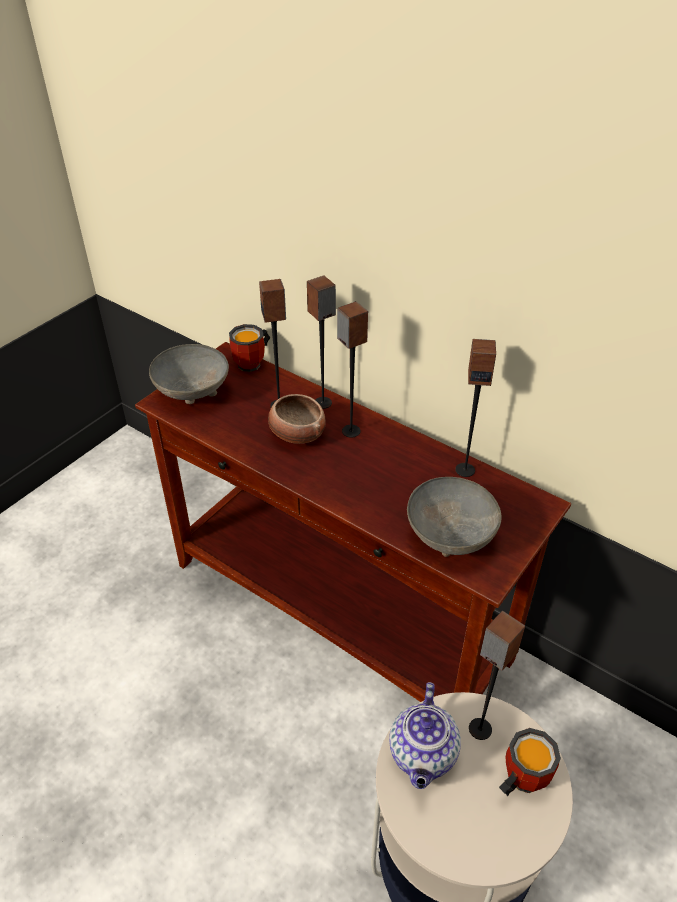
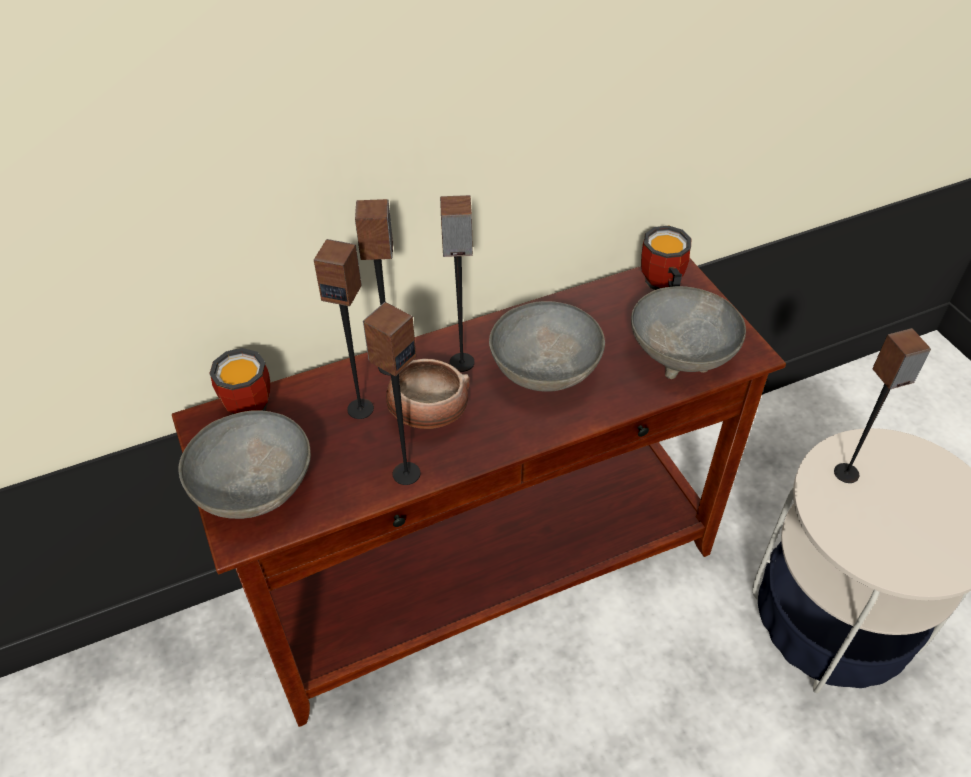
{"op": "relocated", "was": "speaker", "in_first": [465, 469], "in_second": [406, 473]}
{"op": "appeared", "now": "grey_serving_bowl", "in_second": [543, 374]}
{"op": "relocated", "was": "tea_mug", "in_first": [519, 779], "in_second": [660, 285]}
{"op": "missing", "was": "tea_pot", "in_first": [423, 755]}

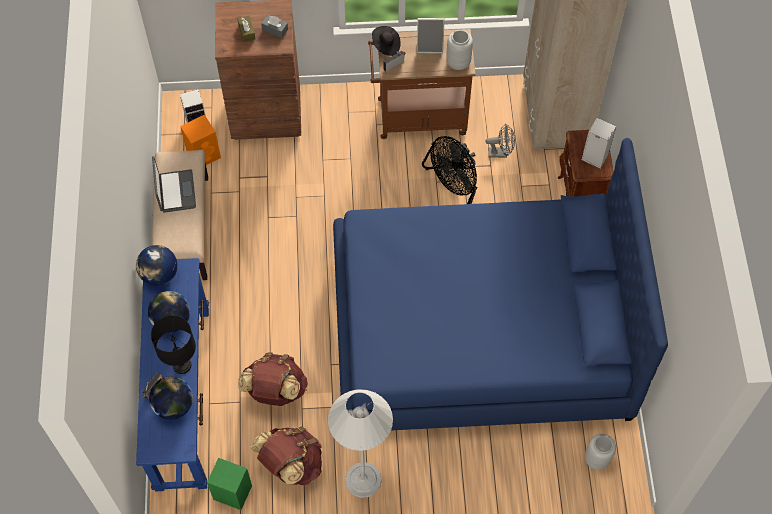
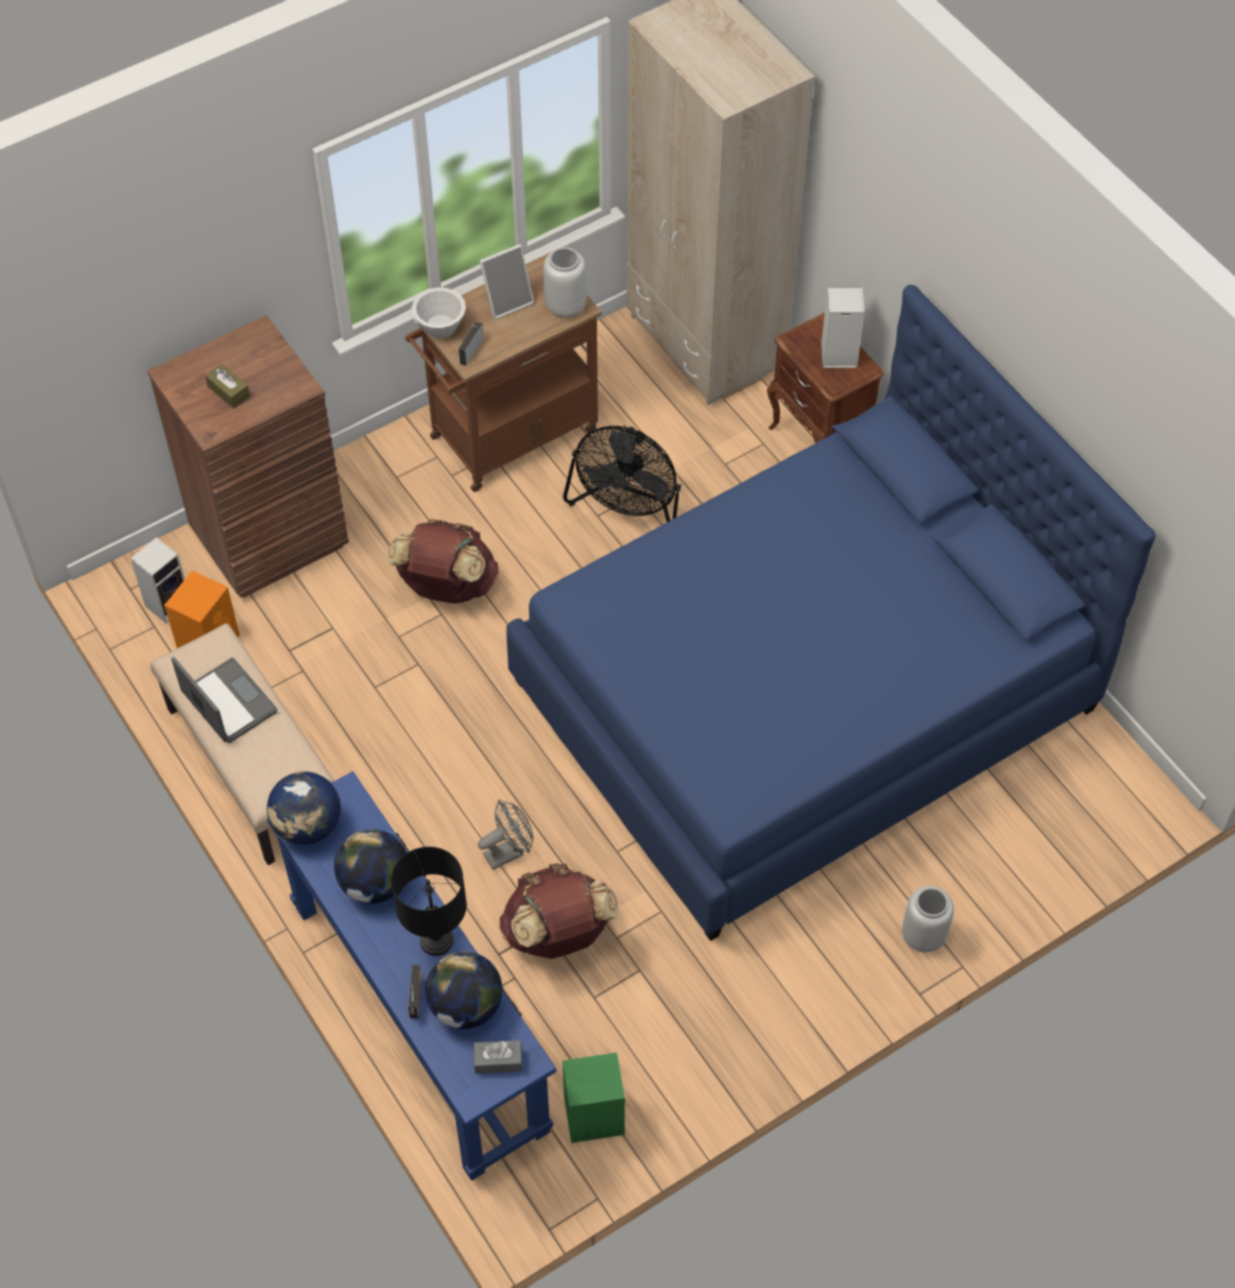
{"op": "relocated", "was": "brown_backpack", "in_first": [291, 465], "in_second": [447, 587]}
{"op": "exchanged", "was": "black_wearable_hat", "now": "white_serving_bowl", "in_first": [386, 45], "in_second": [441, 329]}
{"op": "relocated", "was": "grey_tissue_holder", "in_first": [275, 29], "in_second": [498, 1061]}
{"op": "relocated", "was": "grey_fan", "in_first": [500, 153], "in_second": [509, 851]}
{"op": "relocated", "was": "grey_flower_vase", "in_first": [597, 458], "in_second": [923, 935]}
{"op": "missing", "was": "white_floor_lamp", "in_first": [363, 480]}

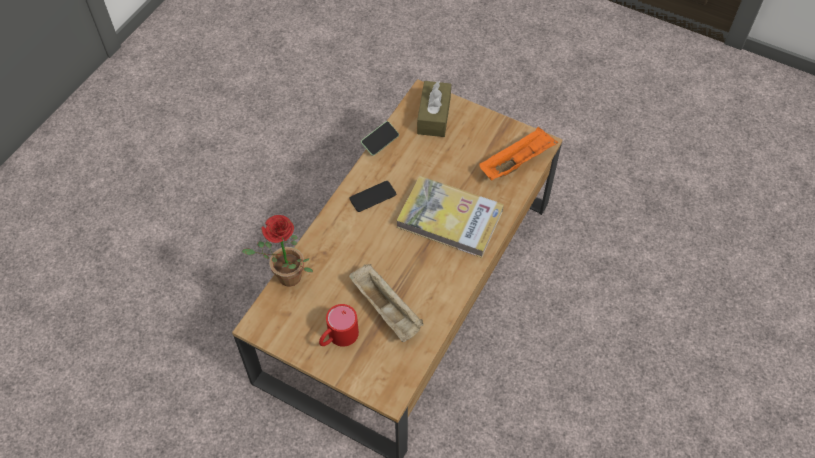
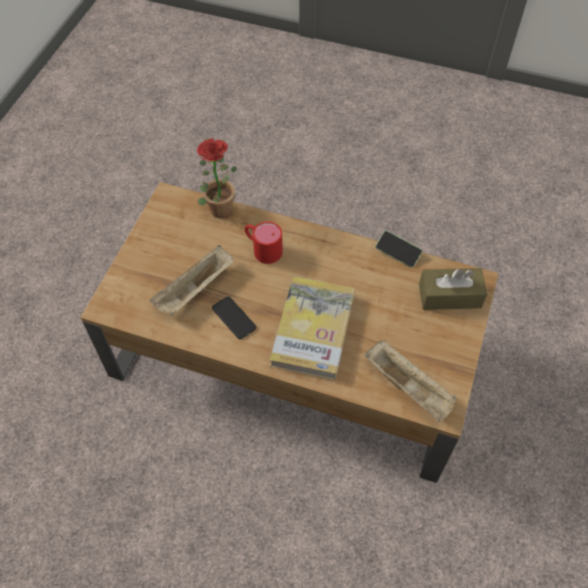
{"op": "relocated", "was": "telephone", "in_first": [373, 196], "in_second": [234, 318]}
{"op": "relocated", "was": "reddish_tea_mug", "in_first": [337, 337], "in_second": [262, 248]}
{"op": "colour", "was": "orange_carrying_tray", "now": "beige-coloured_carrying_tray", "in_first": [517, 162], "in_second": [409, 387]}

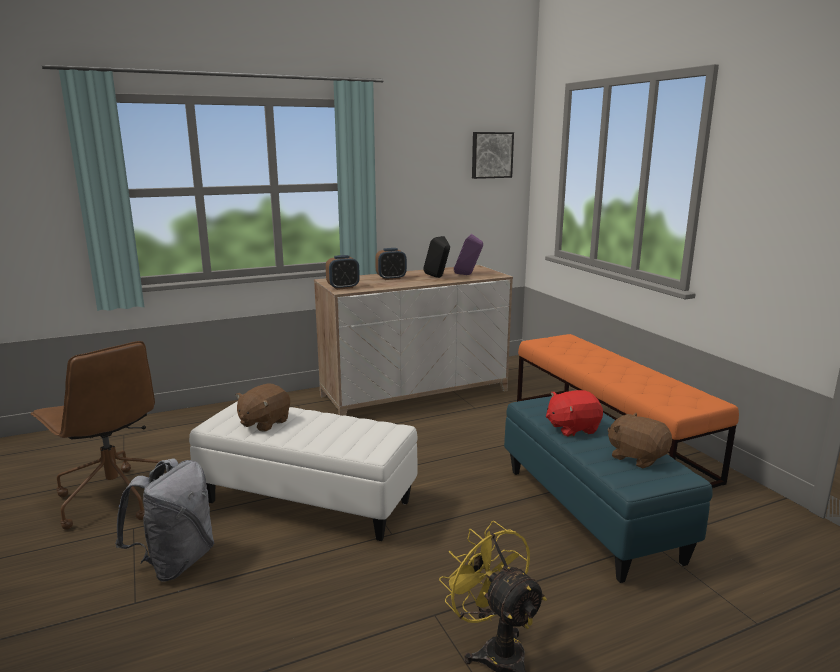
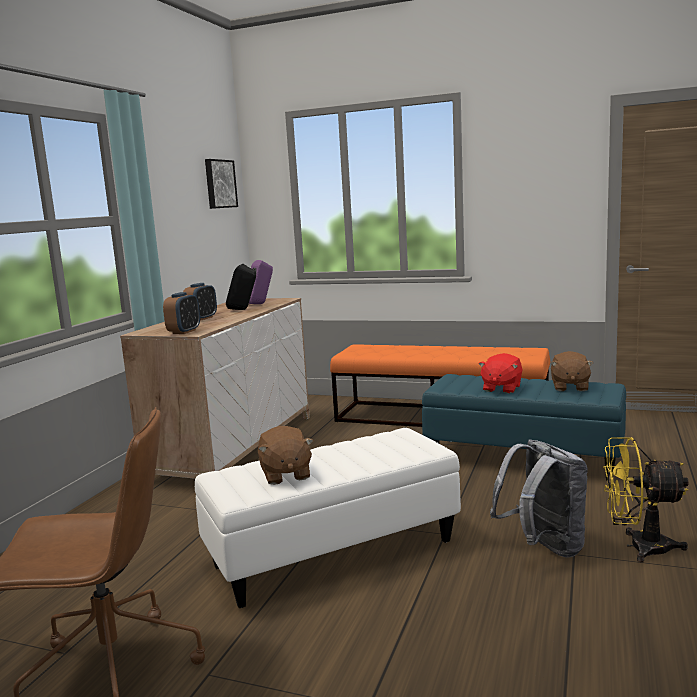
{"op": "relocated", "was": "grey_backpack", "in_first": [176, 562], "in_second": [543, 547]}
{"op": "spun", "was": "brown_soft_toy", "in_first": [637, 457], "in_second": [569, 387], "clockwise": -75}

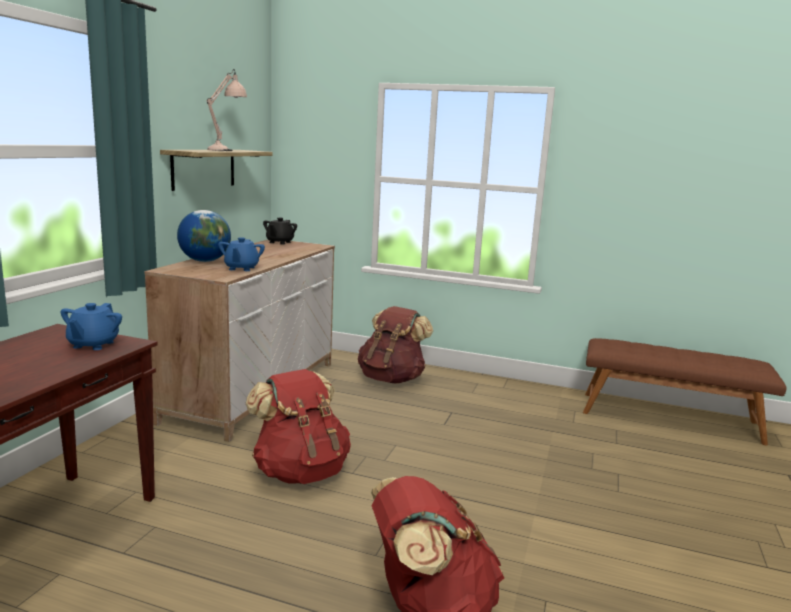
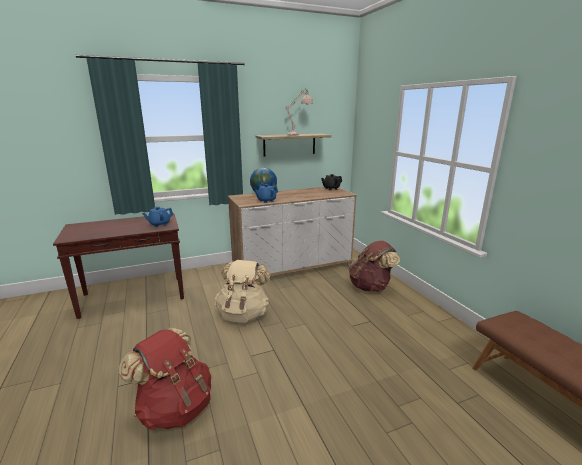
{"op": "colour", "was": "reddish_backpack", "now": "beige-coloured_backpack", "in_first": [300, 471], "in_second": [243, 314]}

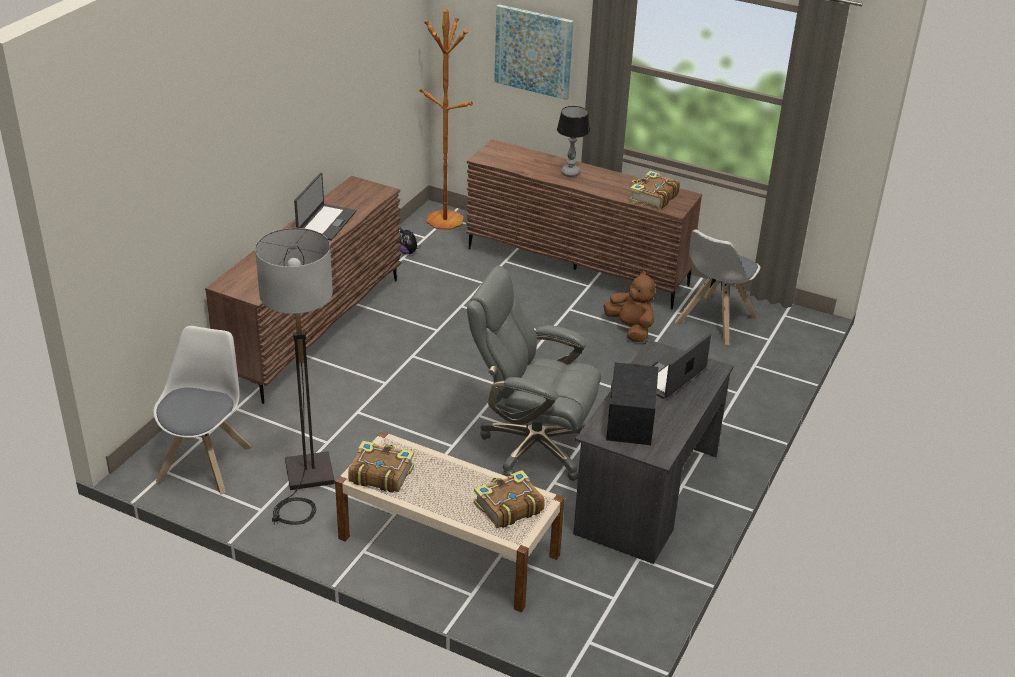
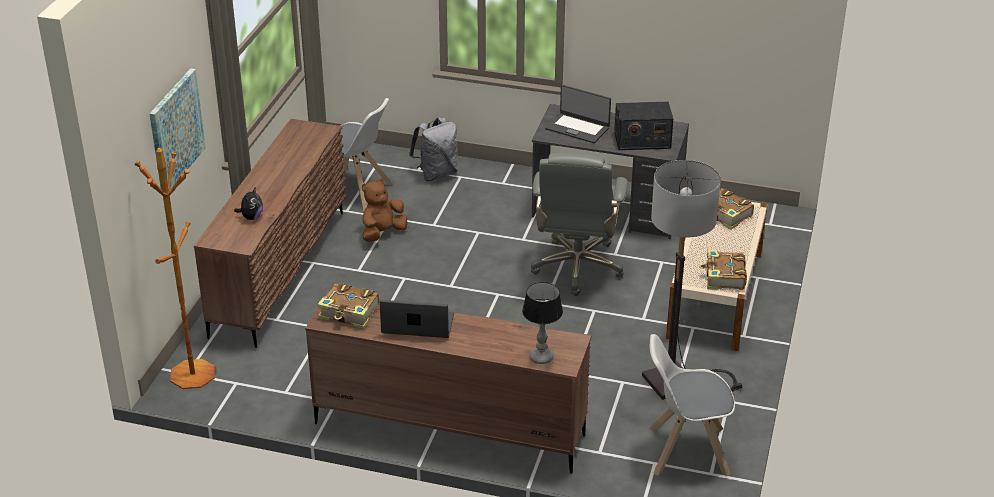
{"op": "relocated", "was": "soft_toy", "in_first": [407, 252], "in_second": [251, 217]}
{"op": "relocated", "was": "volume", "in_first": [652, 197], "in_second": [350, 313]}
{"op": "appeared", "now": "grey_backpack", "in_second": [436, 174]}
{"op": "relocated", "was": "lamp_for_a_table", "in_first": [570, 172], "in_second": [540, 357]}

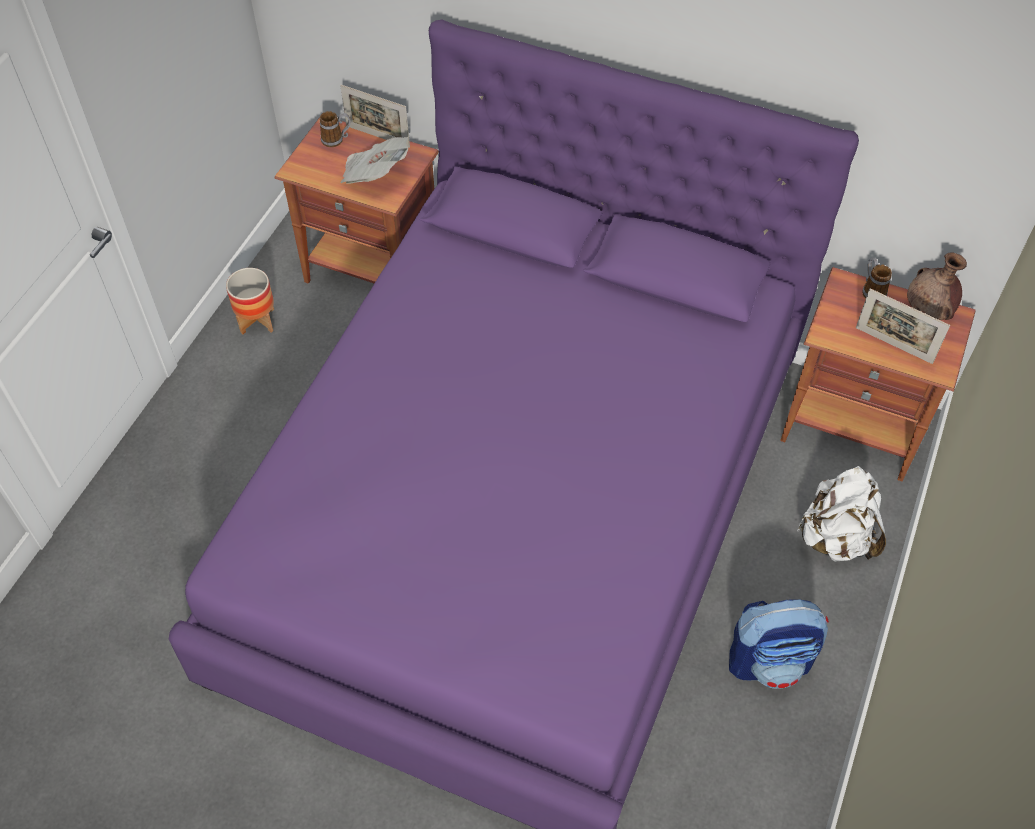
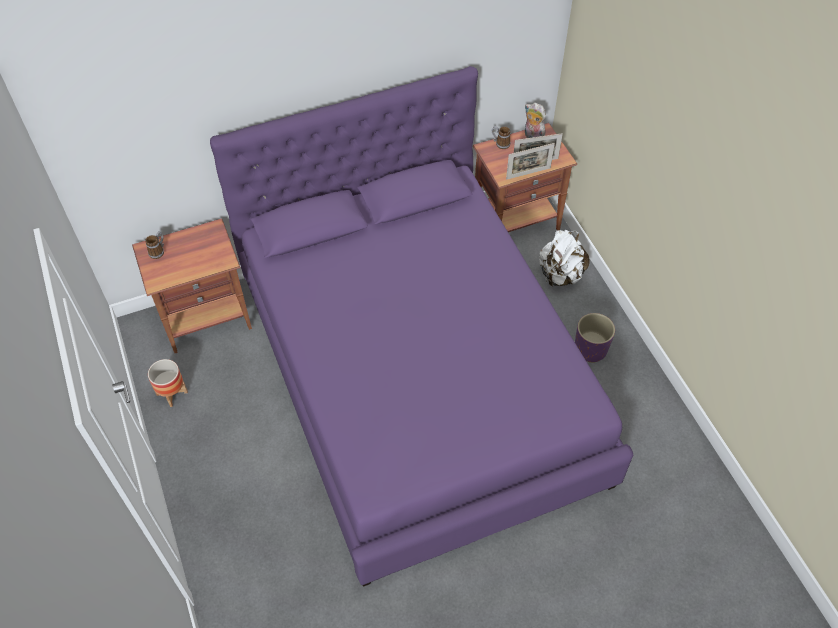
{"op": "relocated", "was": "standing_frame", "in_first": [377, 136], "in_second": [528, 173]}
{"op": "exchanged", "was": "brown_flower_vase", "now": "soft_toy", "in_first": [928, 312], "in_second": [532, 137]}
{"op": "exchanged", "was": "backpack", "now": "purple_planter", "in_first": [770, 661], "in_second": [590, 348]}
{"op": "missing", "was": "printed_paper", "in_first": [375, 174]}

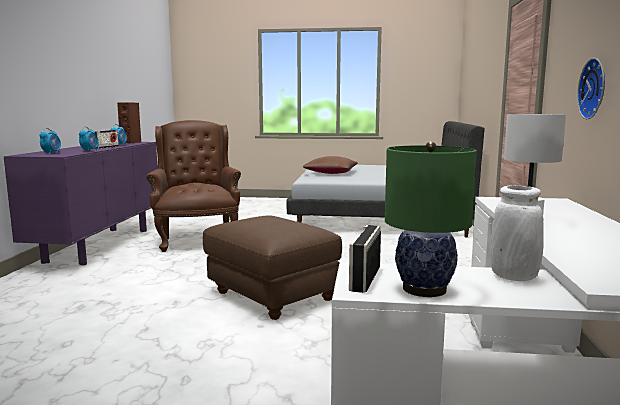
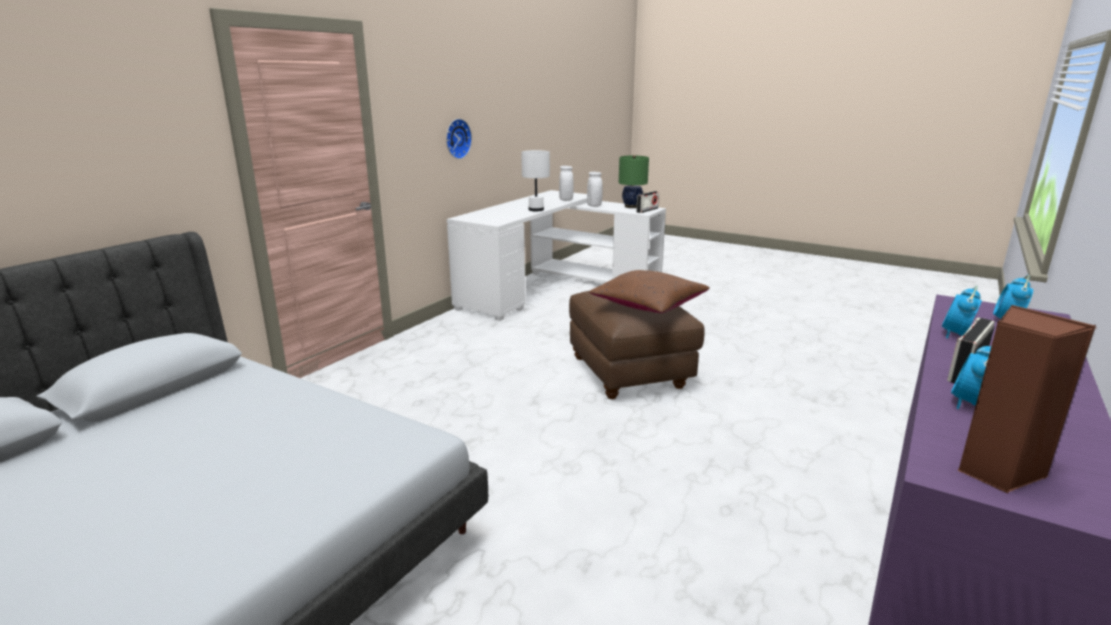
{"op": "appeared", "now": "white_flower_vase", "in_second": [566, 200]}
{"op": "relocated", "was": "brown_cushion", "in_first": [330, 173], "in_second": [649, 305]}
{"op": "missing", "was": "brown_lounge_chair", "in_first": [197, 240]}

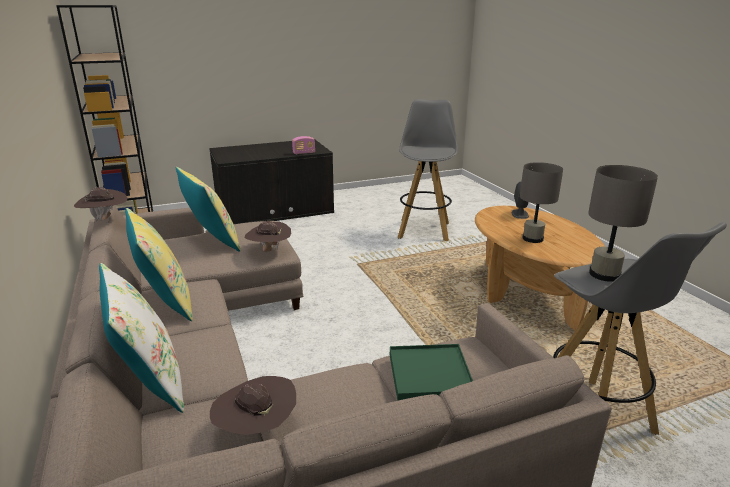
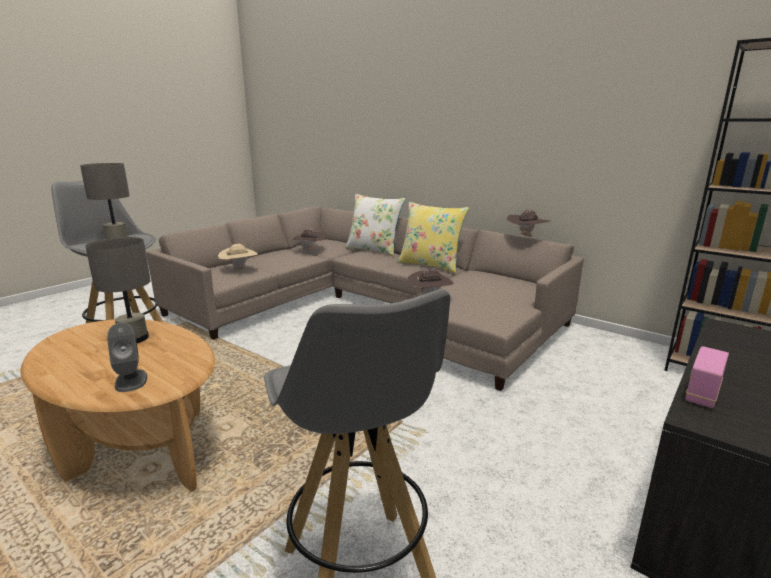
{"op": "exchanged", "was": "green_carrying_tray", "now": "beige-coloured_wearable_hat", "in_first": [429, 376], "in_second": [239, 269]}
{"op": "missing", "was": "yellow-coloured_cushion", "in_first": [212, 241]}

